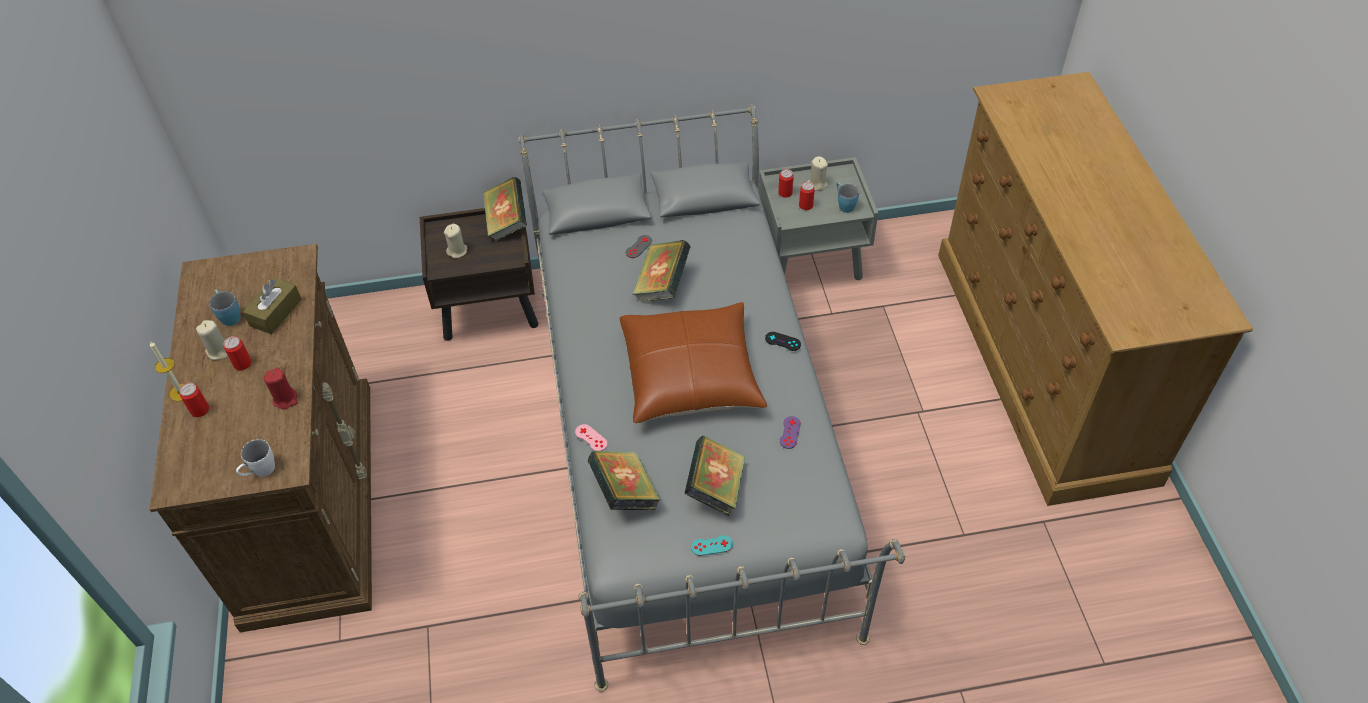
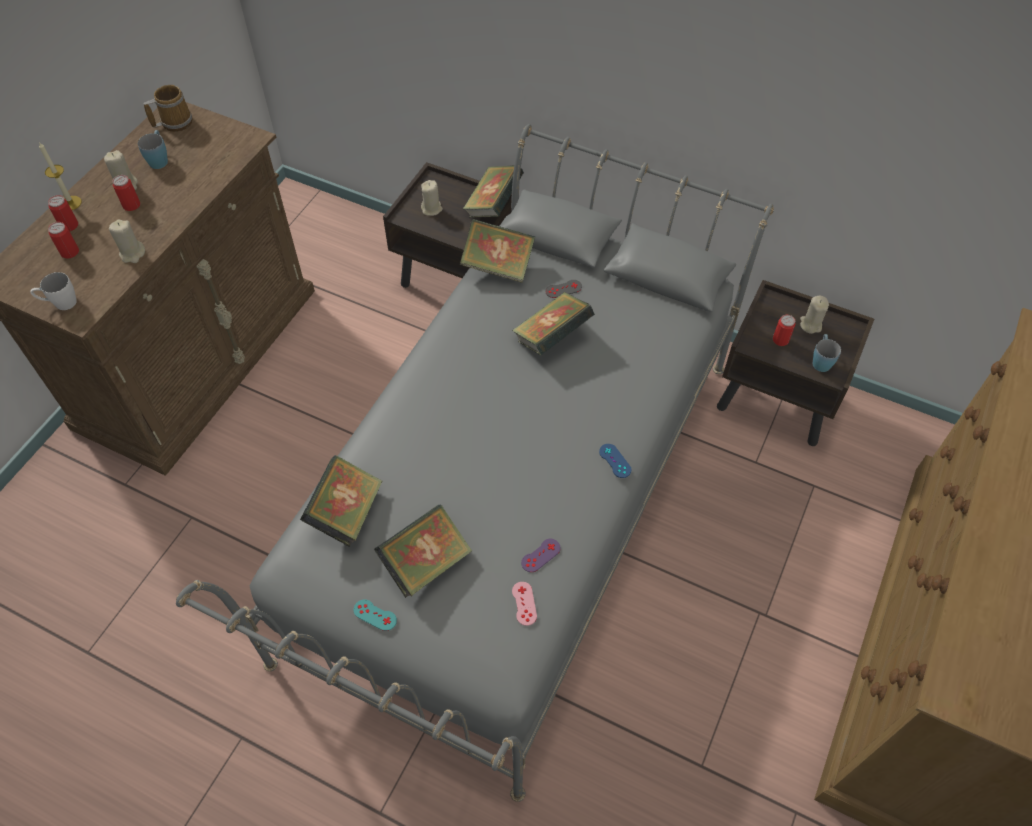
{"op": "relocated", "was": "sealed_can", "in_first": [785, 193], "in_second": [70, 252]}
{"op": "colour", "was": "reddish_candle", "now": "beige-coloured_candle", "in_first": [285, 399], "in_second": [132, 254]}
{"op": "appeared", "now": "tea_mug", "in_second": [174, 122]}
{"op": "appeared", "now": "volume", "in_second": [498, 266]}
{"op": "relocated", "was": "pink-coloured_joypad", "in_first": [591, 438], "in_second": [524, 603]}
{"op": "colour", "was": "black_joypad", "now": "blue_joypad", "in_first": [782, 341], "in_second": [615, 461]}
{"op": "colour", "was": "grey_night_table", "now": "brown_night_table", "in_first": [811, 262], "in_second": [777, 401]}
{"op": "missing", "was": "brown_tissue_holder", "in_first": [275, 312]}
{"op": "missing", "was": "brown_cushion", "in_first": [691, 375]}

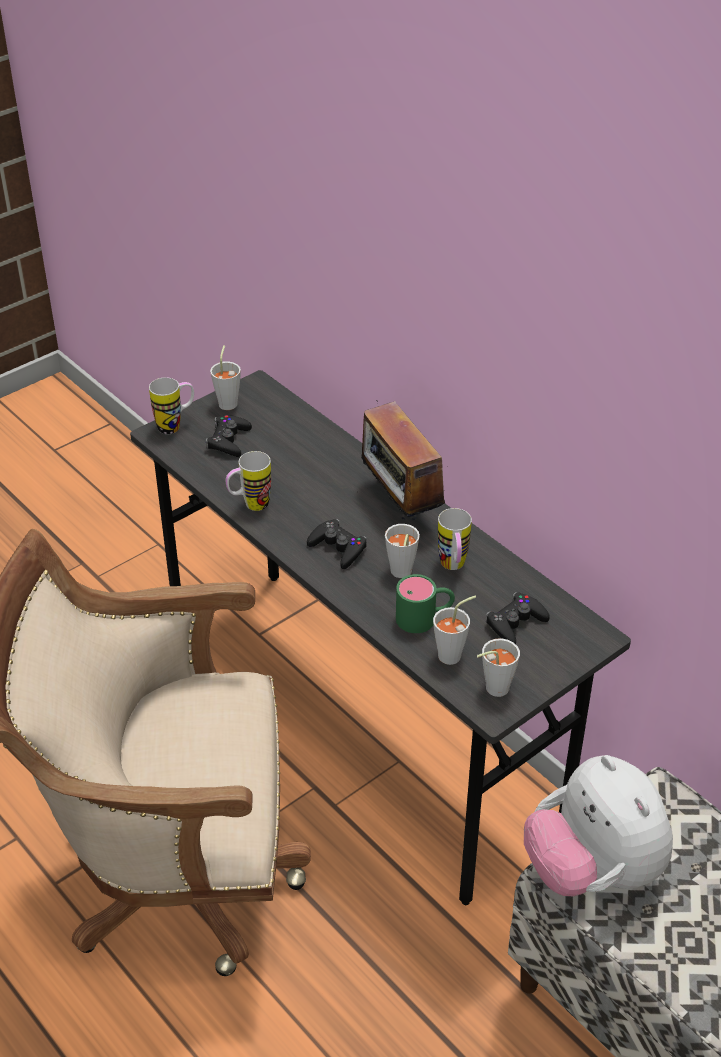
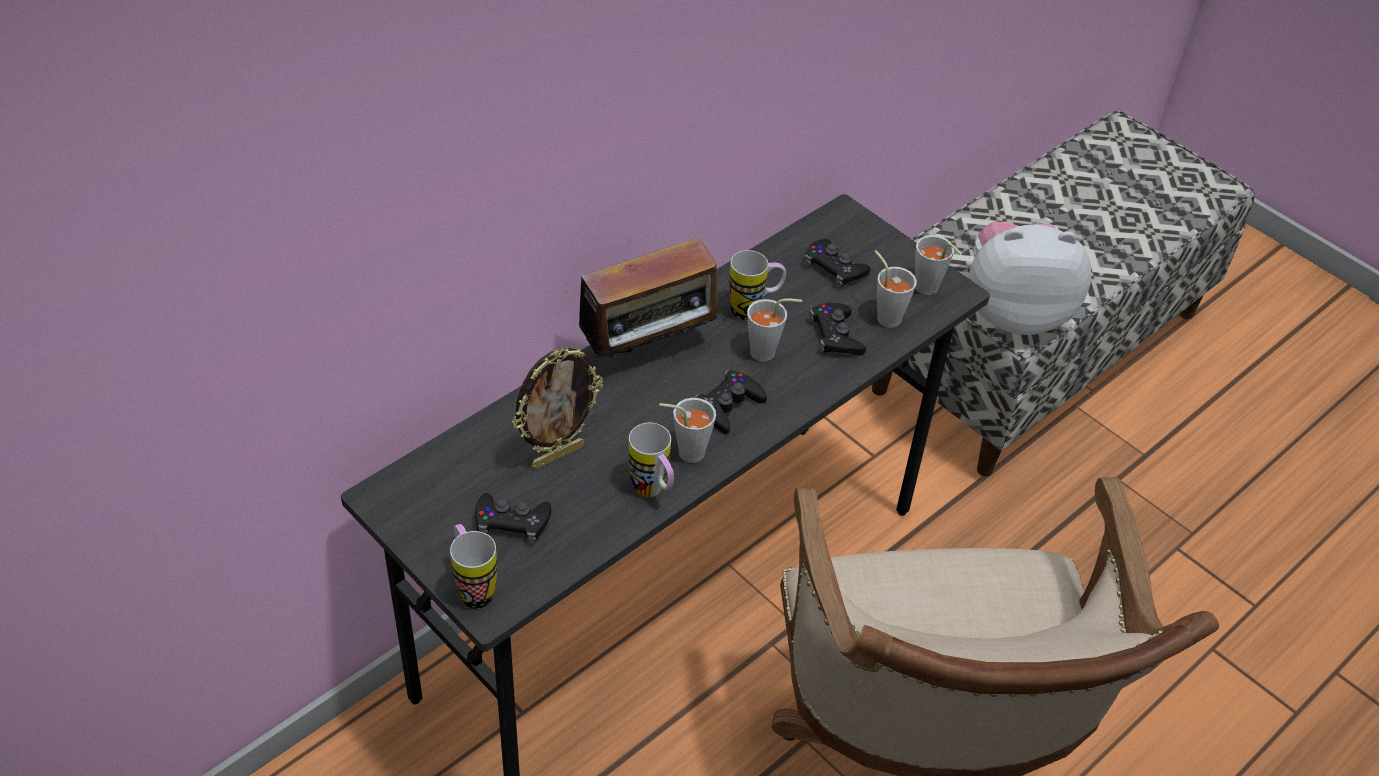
{"op": "appeared", "now": "standing_frame", "in_second": [557, 455]}
{"op": "relocated", "was": "grey_drinking_cup", "in_first": [229, 401], "in_second": [685, 452]}
{"op": "exchanged", "was": "green_tea_mug", "now": "black_joypad", "in_first": [424, 617], "in_second": [835, 335]}
{"op": "spun", "was": "soft_toy", "in_first": [592, 871], "in_second": [1014, 312], "clockwise": -150}

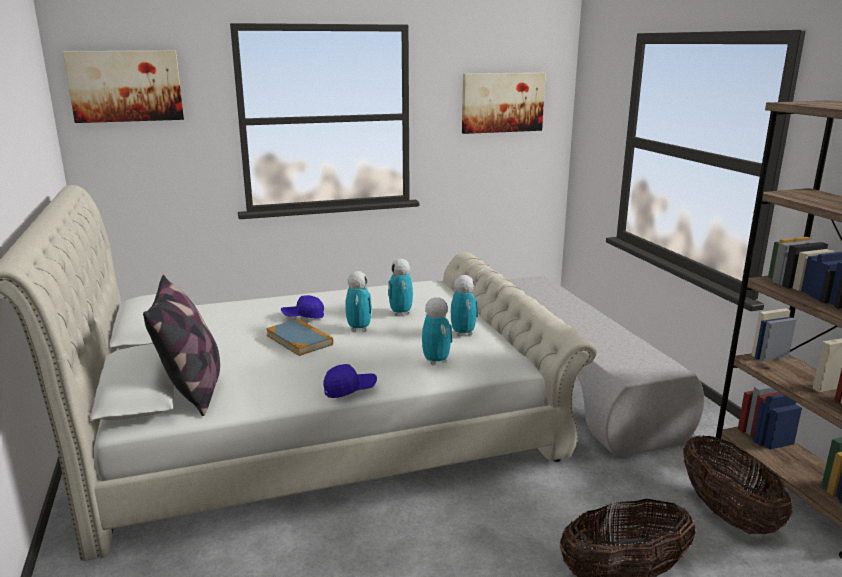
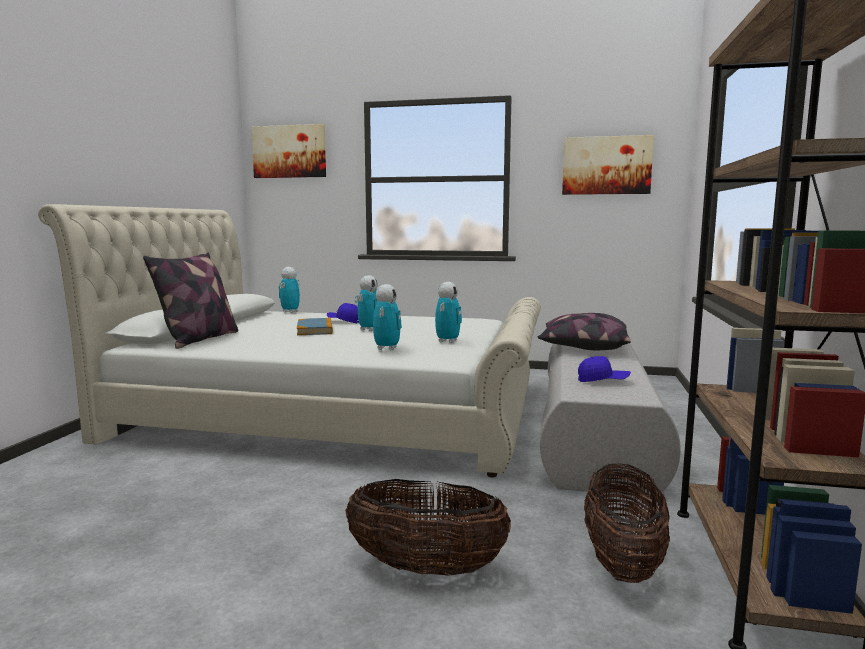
{"op": "relocated", "was": "model_robot", "in_first": [401, 313], "in_second": [290, 312]}
{"op": "appeared", "now": "cushion", "in_second": [583, 348]}
{"op": "relocated", "was": "blue_baseball_cap", "in_first": [350, 390], "in_second": [602, 381]}

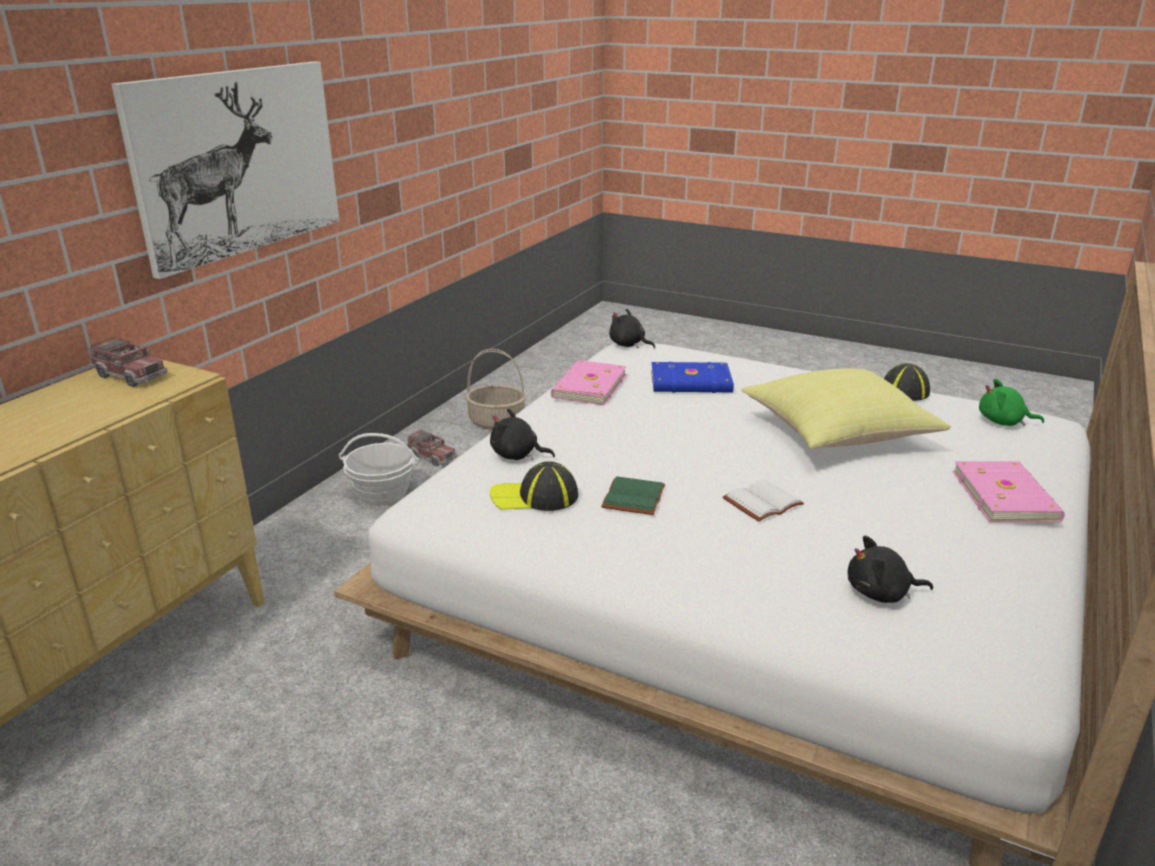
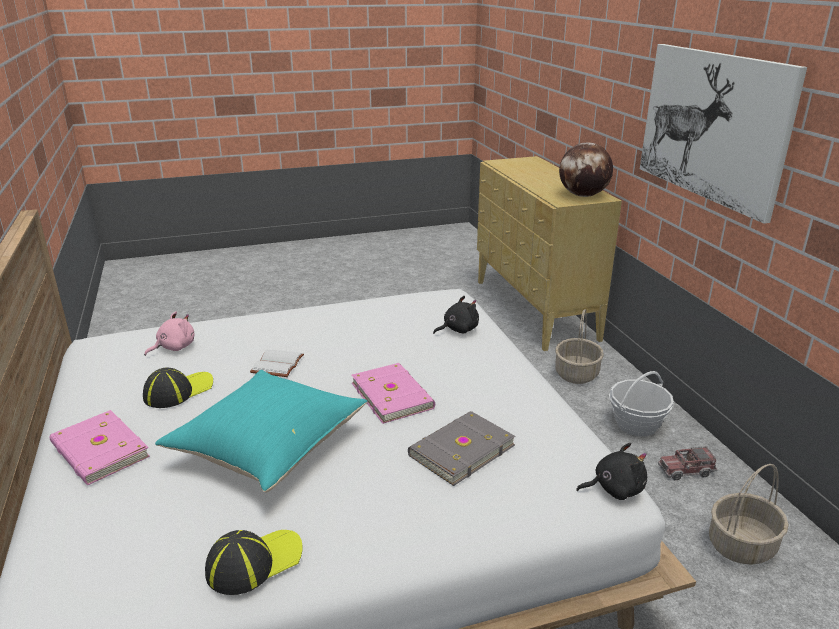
{"op": "relocated", "was": "baseball_cap", "in_first": [535, 497], "in_second": [178, 391]}
{"op": "colour", "was": "black_soft_toy", "now": "pink-coloured_soft_toy", "in_first": [881, 593], "in_second": [174, 347]}
{"op": "colour", "was": "yellow-coloured_cushion", "now": "turquoise_cushion", "in_first": [837, 436], "in_second": [269, 448]}
{"op": "relocated", "was": "pink-coloured_volume", "in_first": [588, 386], "in_second": [393, 395]}
{"op": "colour", "was": "blue_volume", "now": "grey_volume", "in_first": [691, 382], "in_second": [460, 450]}
{"op": "appeared", "now": "basket", "in_second": [577, 374]}
{"op": "exchanged", "was": "toy_lorry", "now": "desk_globe", "in_first": [130, 375], "in_second": [583, 195]}
{"op": "missing", "was": "green_volume", "in_first": [632, 497]}
{"op": "missing", "was": "green_soft_toy", "in_first": [1003, 422]}

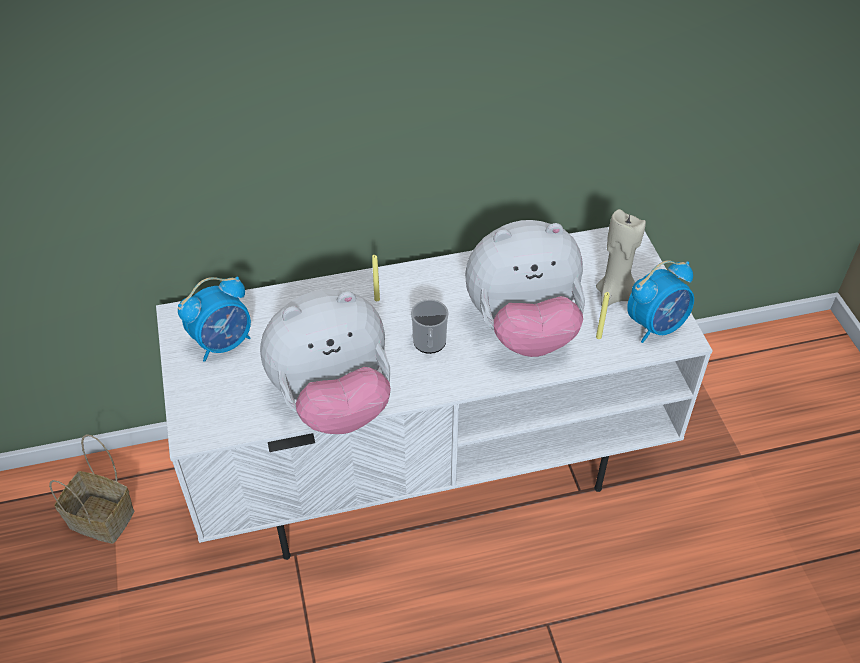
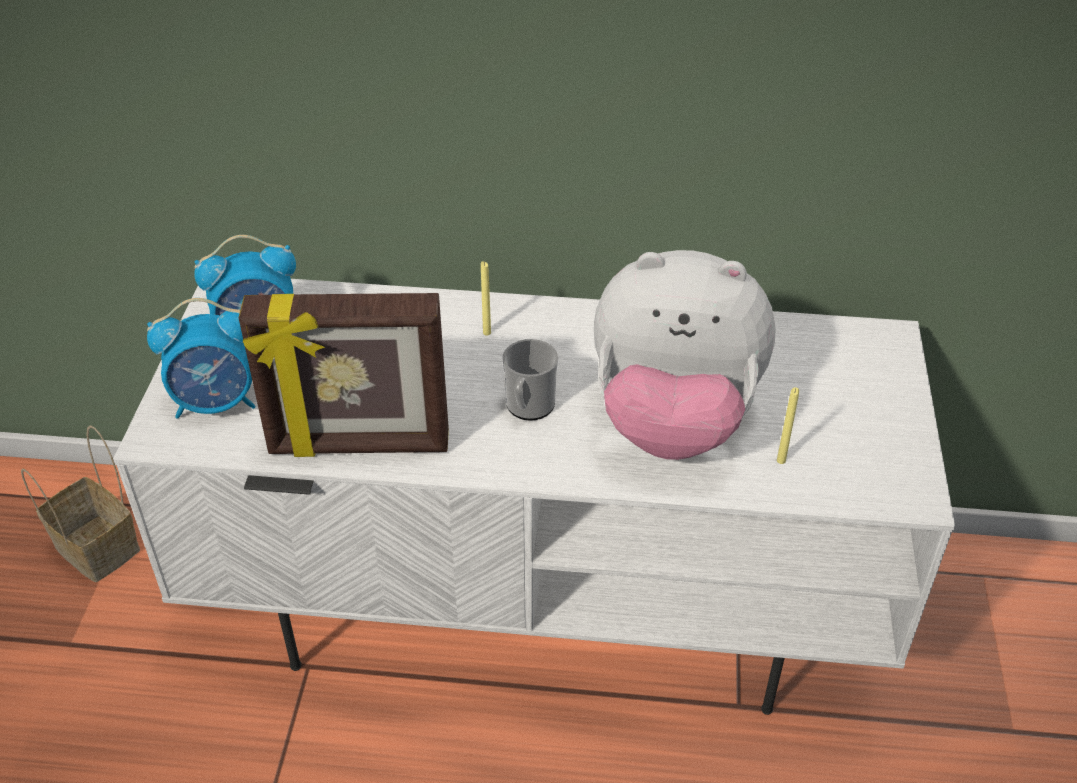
{"op": "relocated", "was": "alarm_clock", "in_first": [656, 326], "in_second": [217, 402]}
{"op": "exchanged", "was": "soft_toy", "now": "standing_frame", "in_first": [334, 401], "in_second": [359, 446]}
{"op": "missing", "was": "beige-coloured_candle", "in_first": [615, 295]}

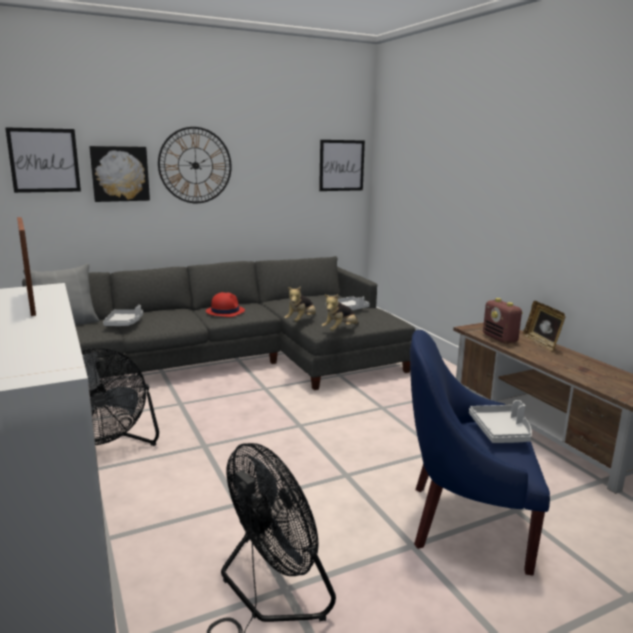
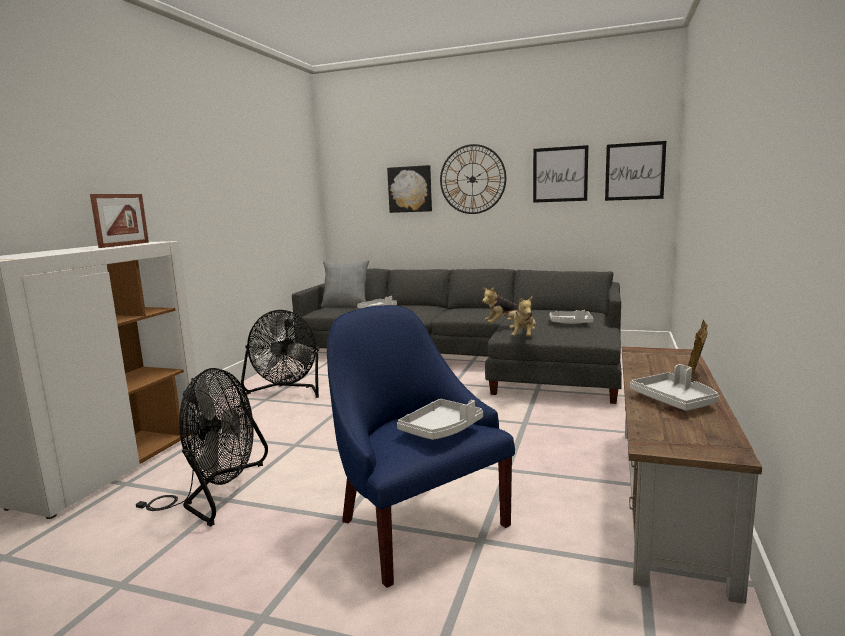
{"op": "spun", "was": "soft_toy", "in_first": [340, 330], "in_second": [524, 337], "clockwise": -75}
{"op": "relocated", "was": "picture", "in_first": [44, 160], "in_second": [560, 174]}
{"op": "appeared", "now": "grey_carrying_tray", "in_second": [675, 401]}
{"op": "missing", "was": "reddish_wearable_hat", "in_first": [225, 311]}
{"op": "missing", "was": "radio_set", "in_first": [500, 339]}

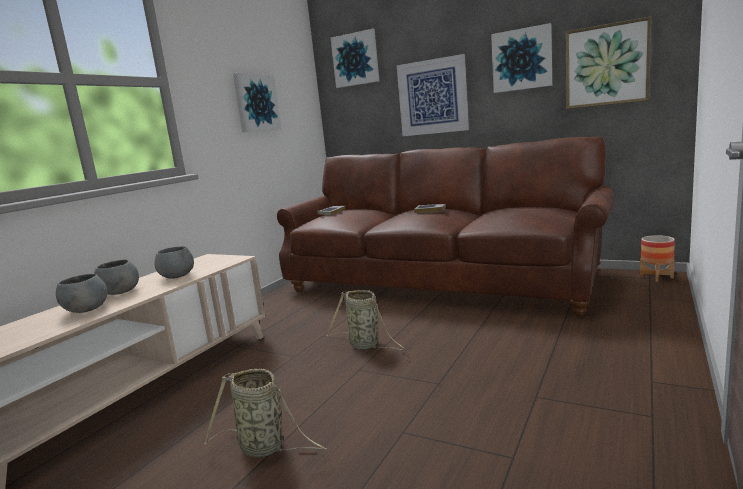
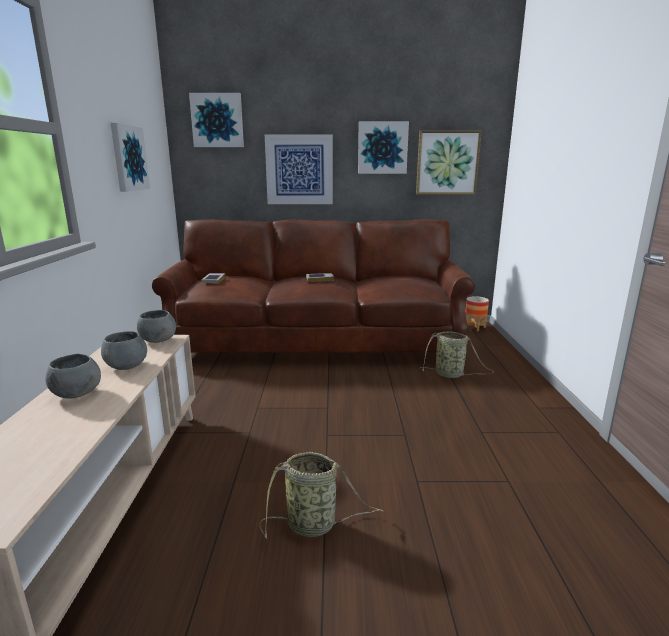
{"op": "relocated", "was": "grey_serving_bowl", "in_first": [86, 310], "in_second": [158, 340]}
{"op": "relocated", "was": "basket", "in_first": [366, 345], "in_second": [451, 374]}

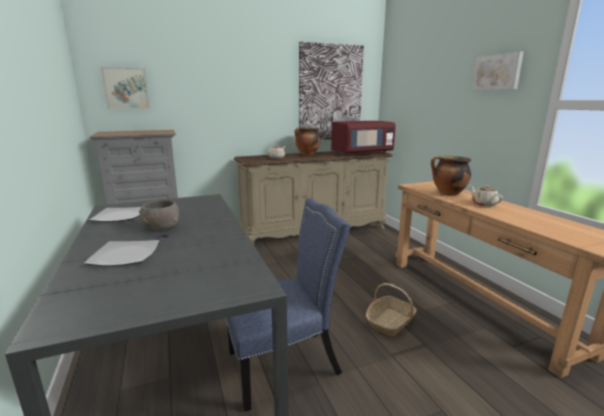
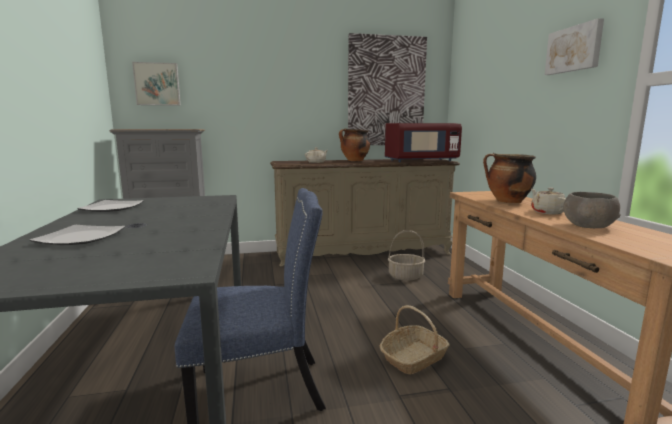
{"op": "appeared", "now": "basket", "in_second": [406, 276]}
{"op": "relocated", "was": "grey_serving_bowl", "in_first": [161, 227], "in_second": [588, 226]}

